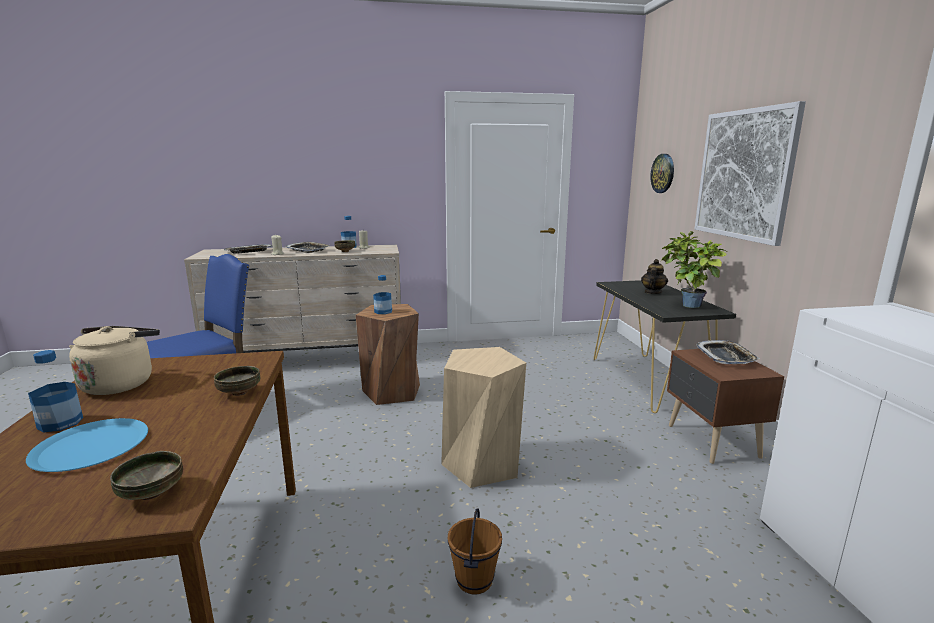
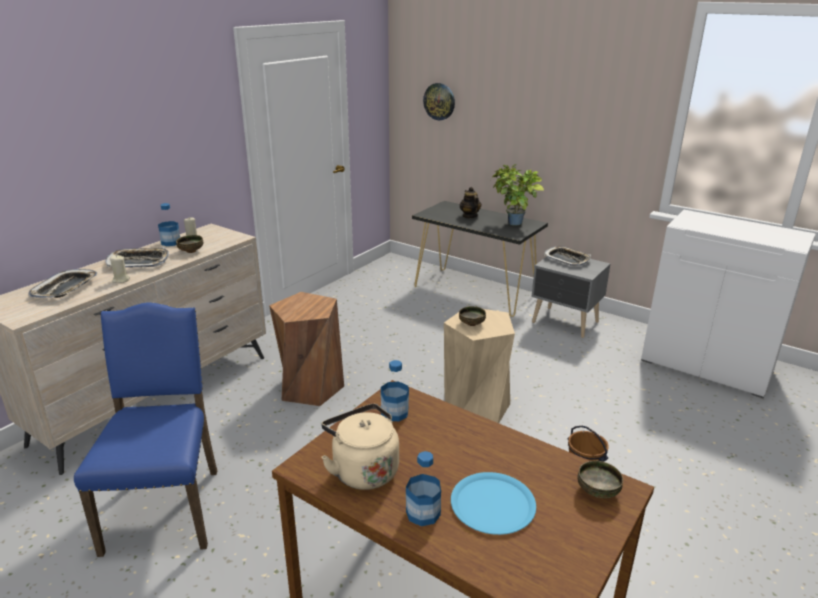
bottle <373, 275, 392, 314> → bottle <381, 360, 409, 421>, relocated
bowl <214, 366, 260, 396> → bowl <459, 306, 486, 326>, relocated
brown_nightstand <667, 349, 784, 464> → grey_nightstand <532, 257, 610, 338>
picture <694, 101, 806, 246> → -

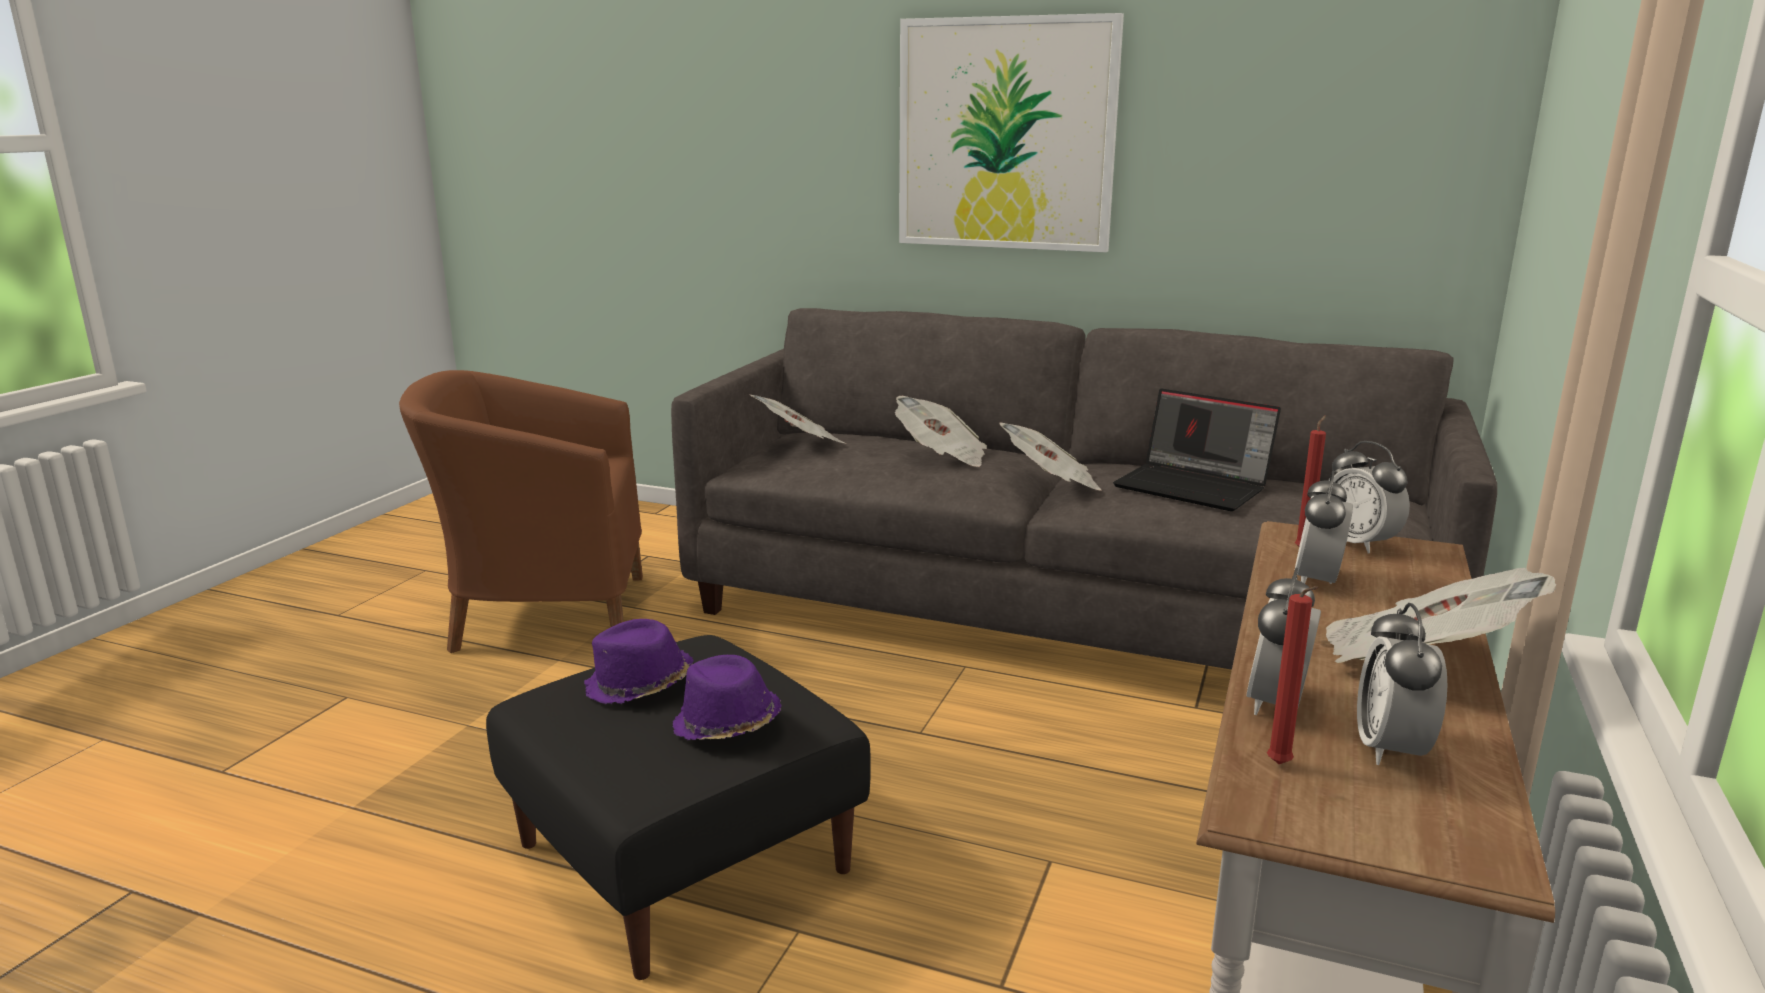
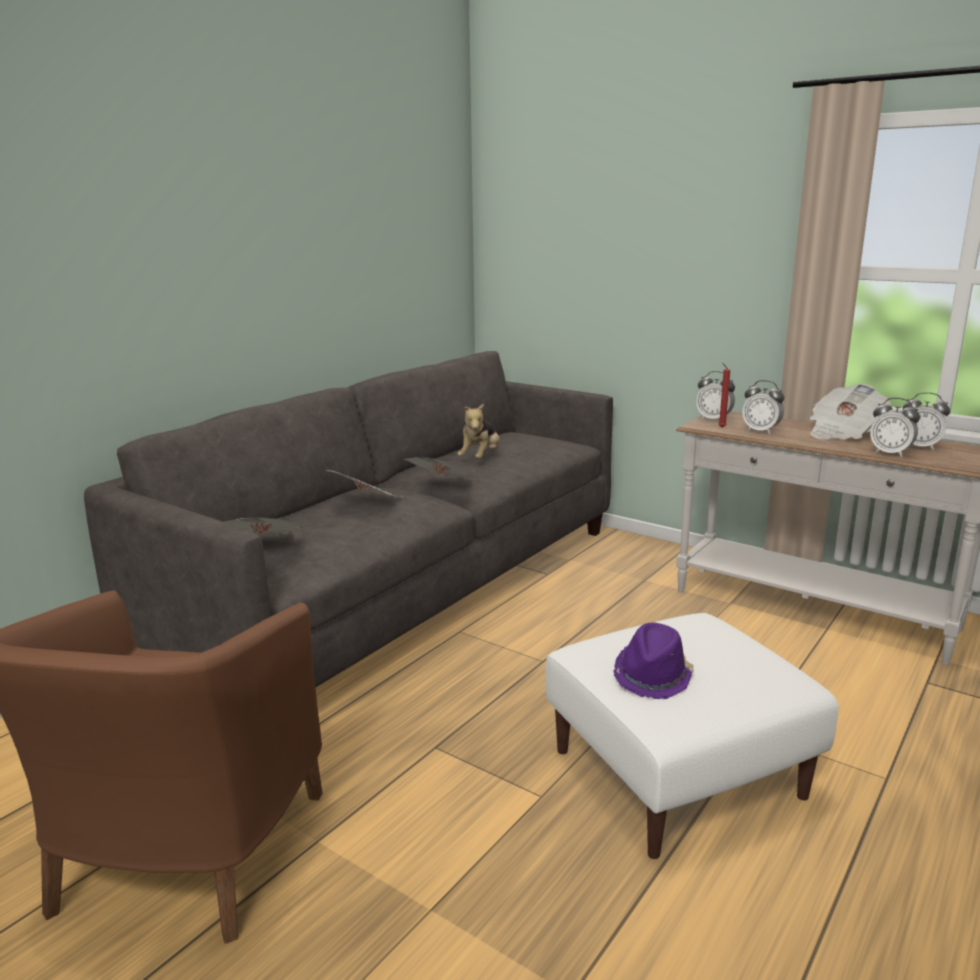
laptop <1113, 389, 1281, 511> → plush_toy <457, 403, 500, 459>
black_ottoman <486, 635, 871, 980> → white_ottoman <545, 613, 839, 859>
alarm_clock <1332, 441, 1410, 553> → alarm_clock <696, 371, 735, 420>, 45 degrees clockwise
purple_hat <672, 655, 781, 740> → -
picture <899, 13, 1124, 252> → -
red_candle <1267, 586, 1318, 764> → -

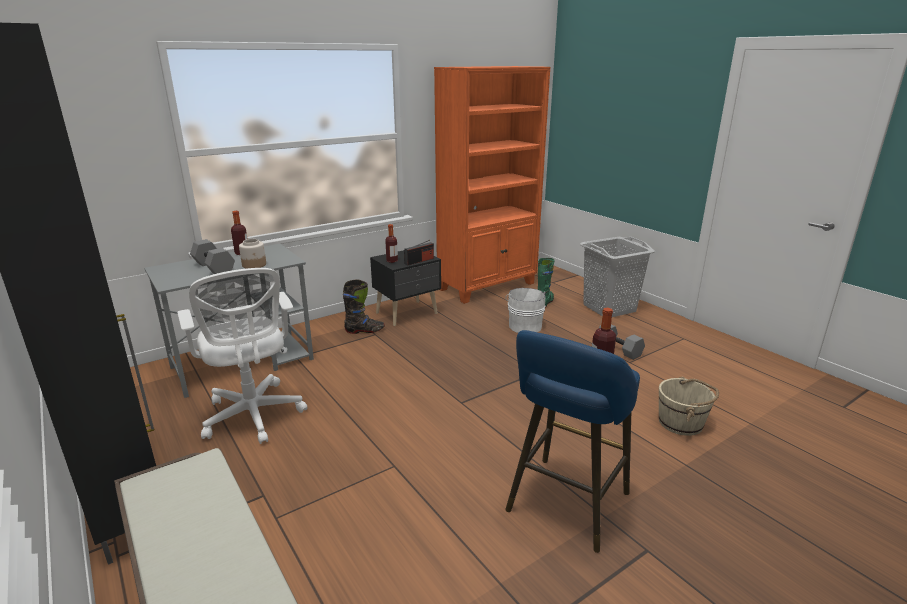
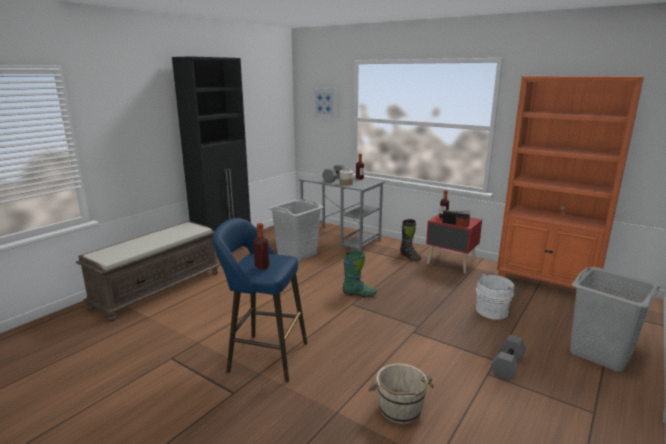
white_office_chair <177, 268, 307, 444> → grey_laundry_basket <268, 199, 324, 262>
- → picture <312, 88, 337, 118>
green_boot <538, 258, 554, 307> → green_boot <343, 250, 377, 297>, relocated
black_nightstand <370, 250, 441, 326> → red_nightstand <426, 214, 482, 273>

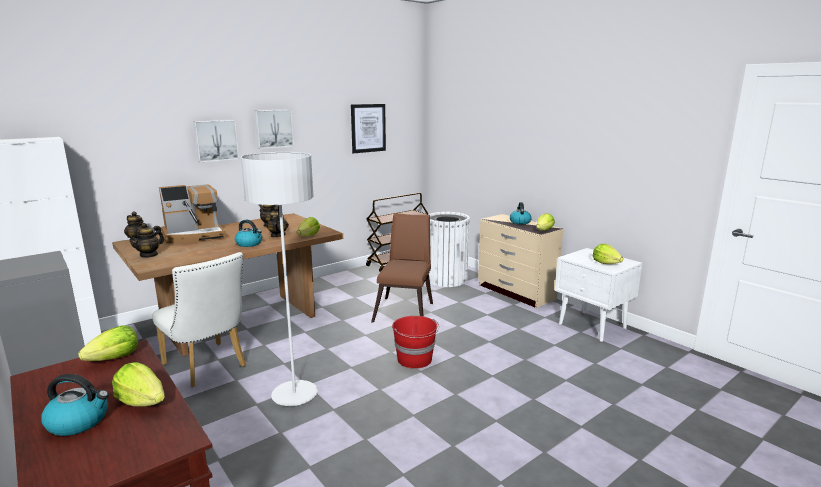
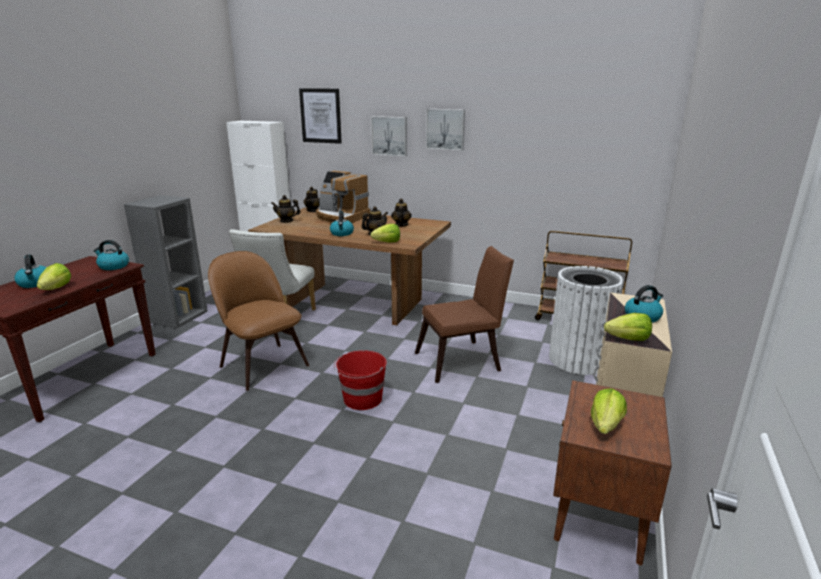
lettuce <78, 325, 138, 361> → kettle <93, 240, 129, 270>
grey_floor_lamp <241, 152, 318, 406> → brown_chair <208, 251, 309, 391>
picture <351, 104, 386, 153> → picture <299, 88, 342, 144>, relocated
white_nightstand <555, 248, 643, 342> → brown_nightstand <553, 380, 672, 565>

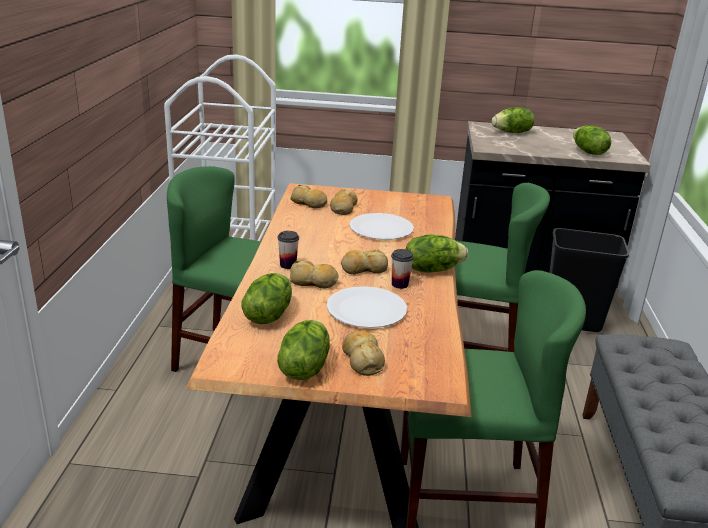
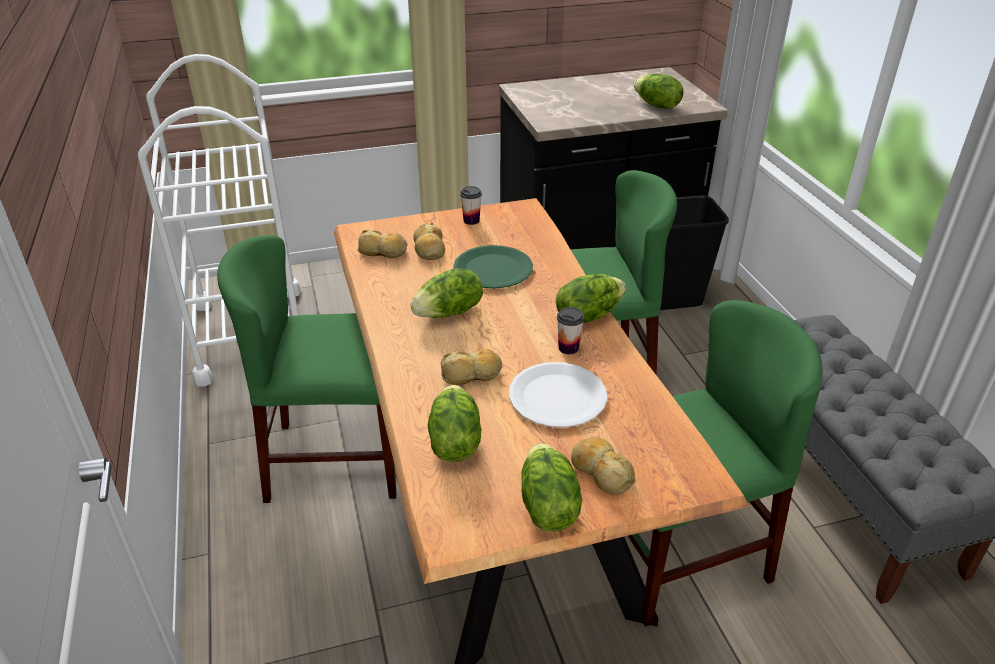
lettuce <491, 107, 534, 133> → lettuce <410, 268, 483, 318>, relocated
white_plate <349, 213, 414, 240> → green_plate <453, 245, 533, 289>
cup <278, 231, 299, 269> → cup <460, 186, 482, 225>, relocated
bread <341, 249, 388, 274> → -

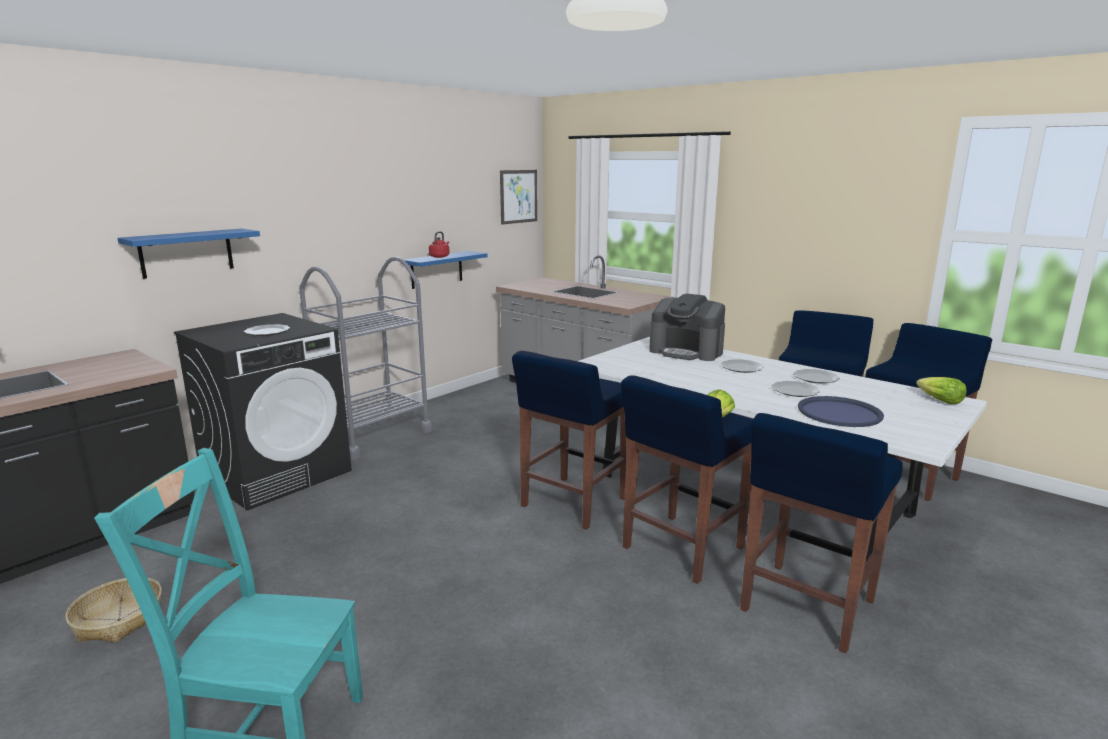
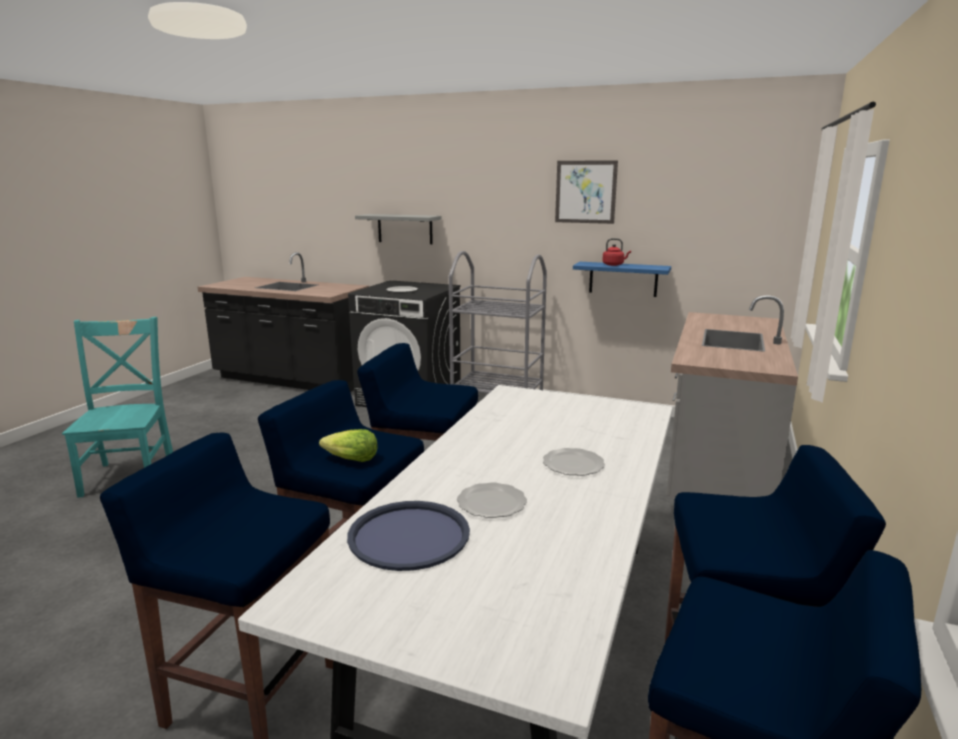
blue_shelf <118, 229, 260, 279> → grey_shelf <355, 214, 442, 244>
picture <500, 170, 537, 225> → picture <555, 160, 618, 224>, relocated
basket <66, 578, 162, 642> → -
coffee_machine <649, 294, 725, 361> → -
plate <793, 369, 840, 384> → -
lettuce <916, 377, 967, 404> → -

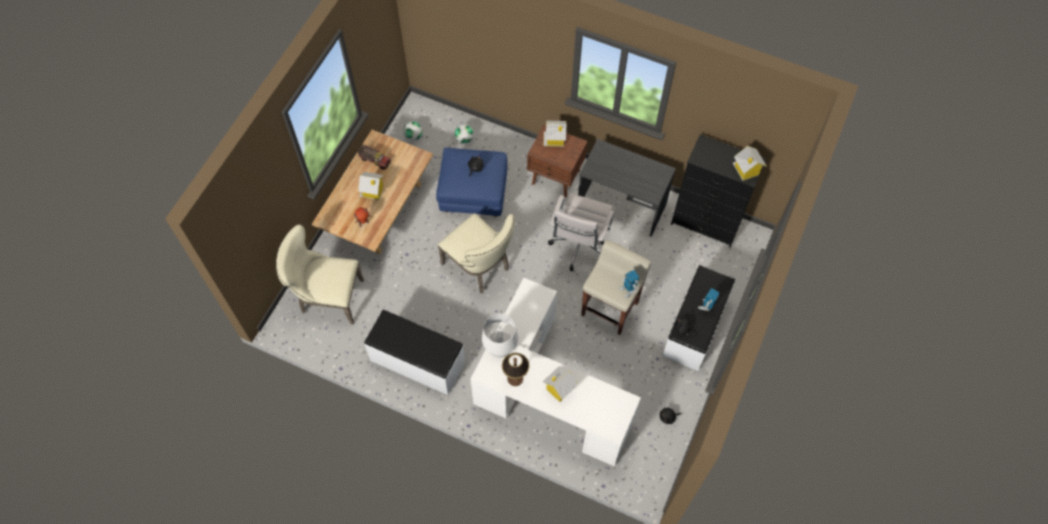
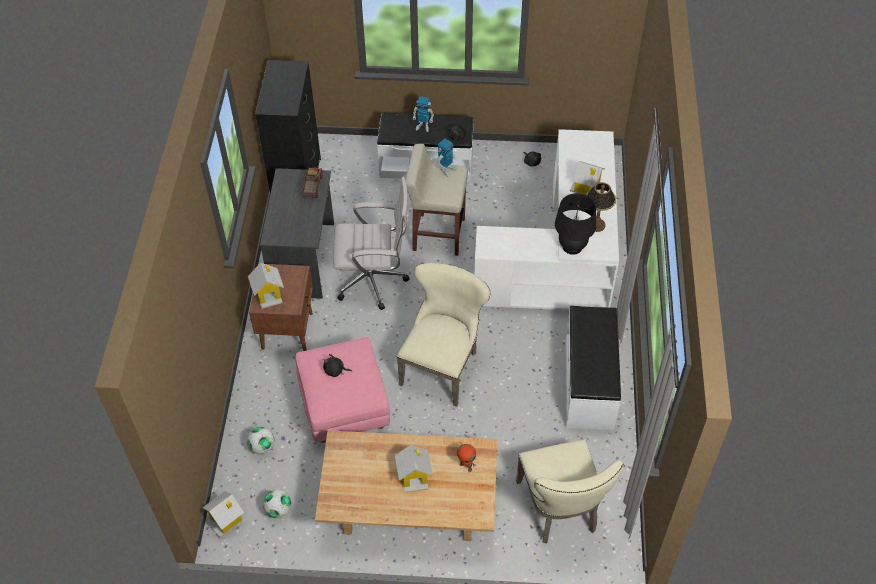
toy_house <733, 146, 766, 181> → toy_house <203, 491, 244, 538>, relocated
blue_ottoman <436, 147, 508, 217> → pink_ottoman <296, 337, 390, 443>
toy_truck <357, 144, 391, 170> → toy_truck <301, 167, 323, 199>, relocated
white_table_lamp <482, 314, 518, 358> → black_table_lamp <555, 193, 596, 255>

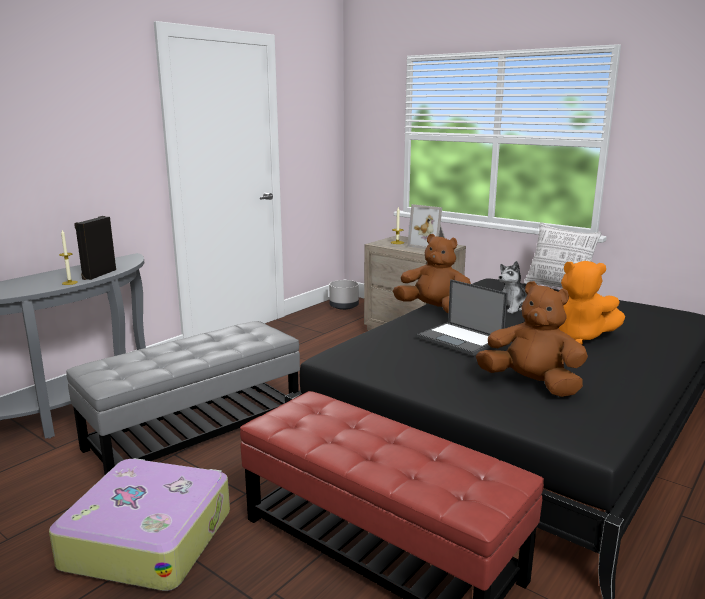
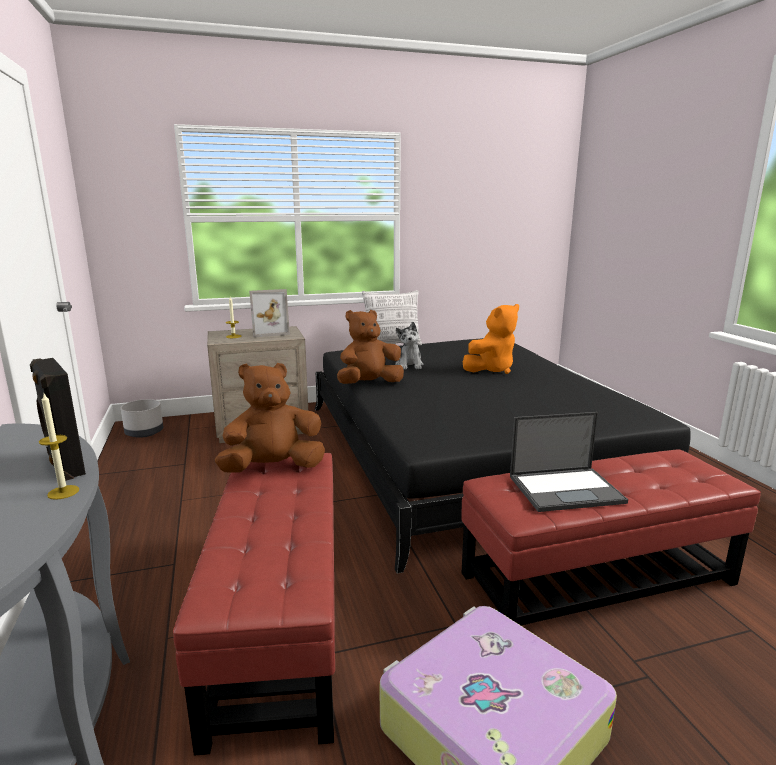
grey_ottoman <66, 321, 300, 475> → red_ottoman <173, 453, 335, 756>
brown_plush_toy <476, 281, 588, 397> → brown_plush_toy <215, 363, 325, 472>, relocated
laptop <417, 279, 507, 356> → laptop <510, 412, 628, 512>, relocated

